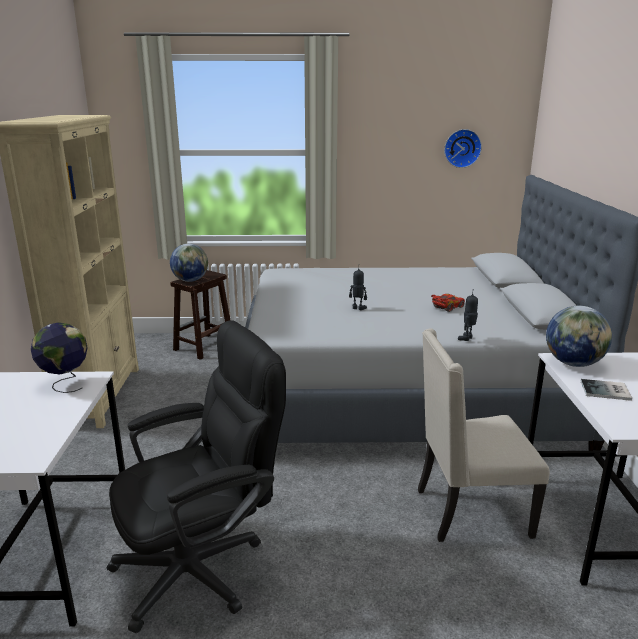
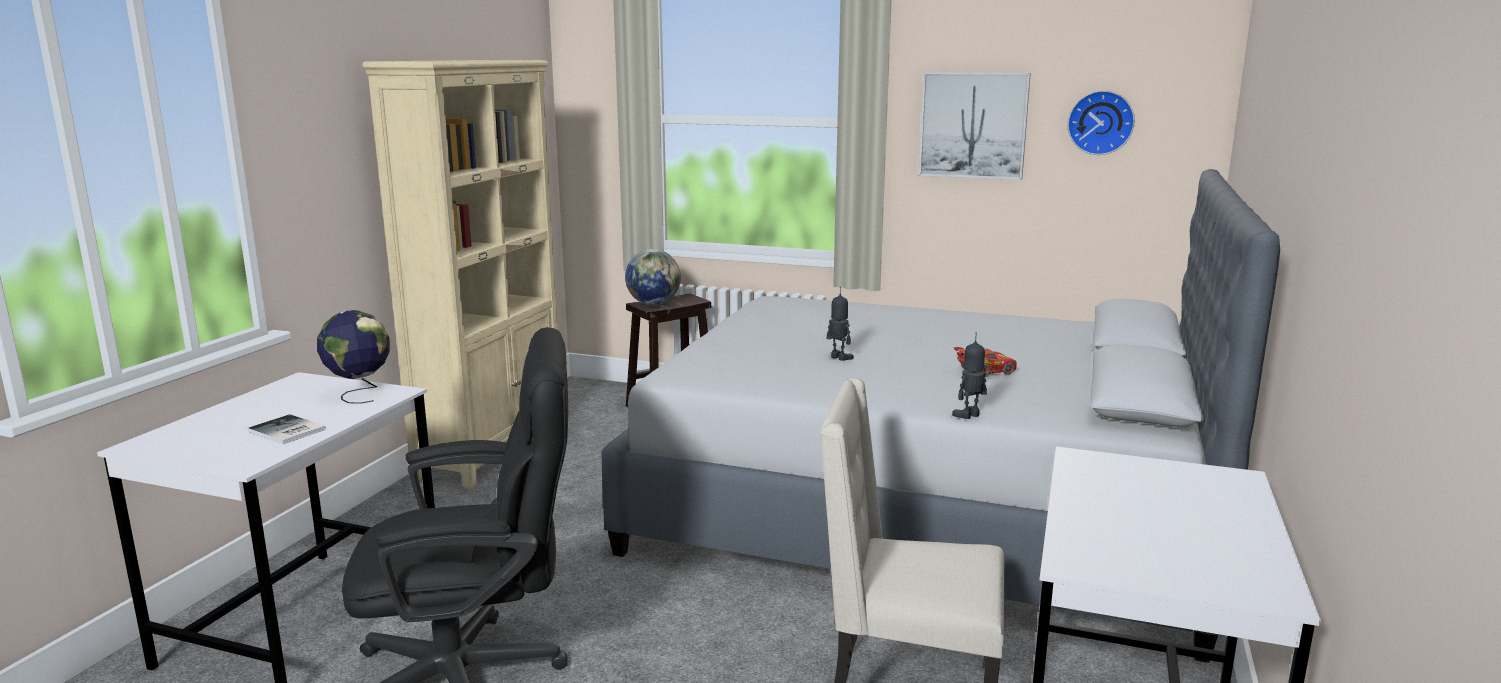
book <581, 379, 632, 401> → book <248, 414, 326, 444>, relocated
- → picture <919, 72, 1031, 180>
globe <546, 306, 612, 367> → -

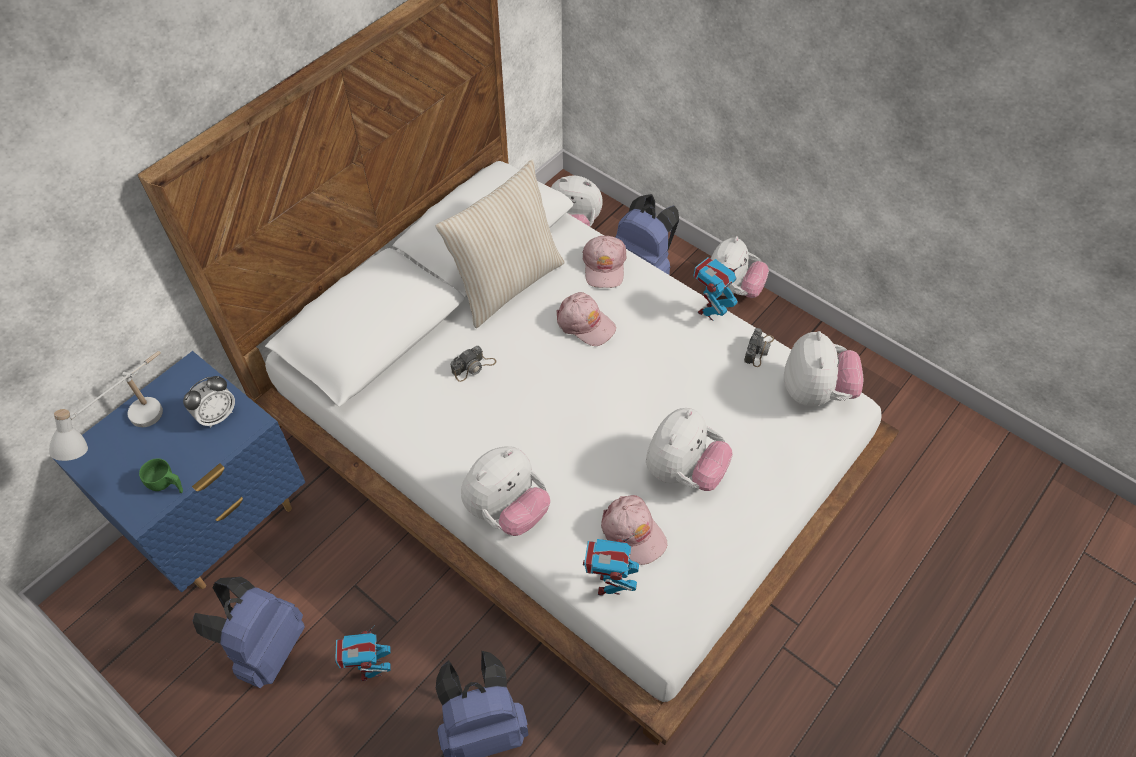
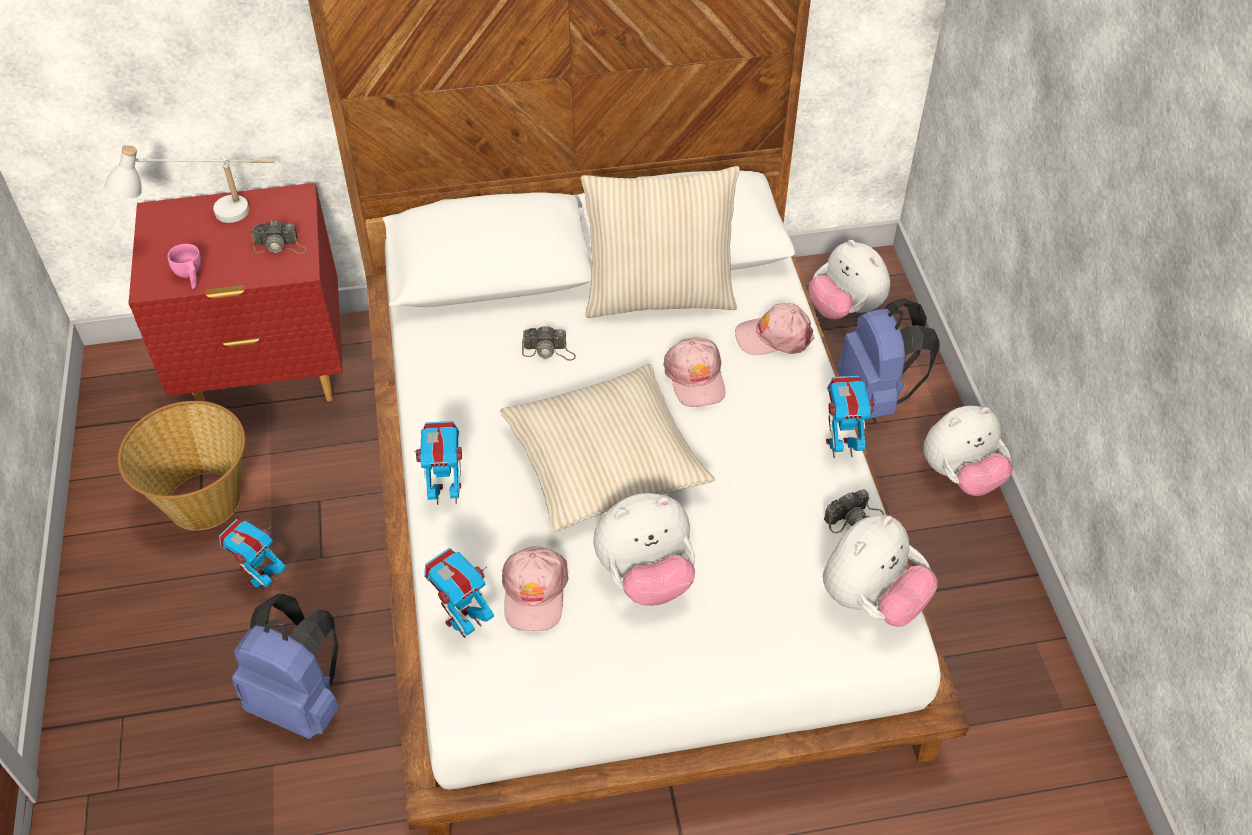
blue_backpack <193, 577, 305, 688> → basket <118, 401, 245, 530>
blue_nightstand <54, 351, 305, 592> → red_nightstand <128, 183, 343, 402>
green_cup <139, 458, 183, 493> → pink_cup <168, 244, 201, 289>
alarm_clock <183, 376, 235, 428> → photo_camera <252, 220, 307, 254>
plush_toy <461, 446, 550, 536> → toy_robot <414, 421, 462, 505>
- → beige_pillow <500, 364, 715, 532>
pink_cap <583, 236, 627, 288> → pink_cap <735, 303, 815, 355>, 45 degrees clockwise

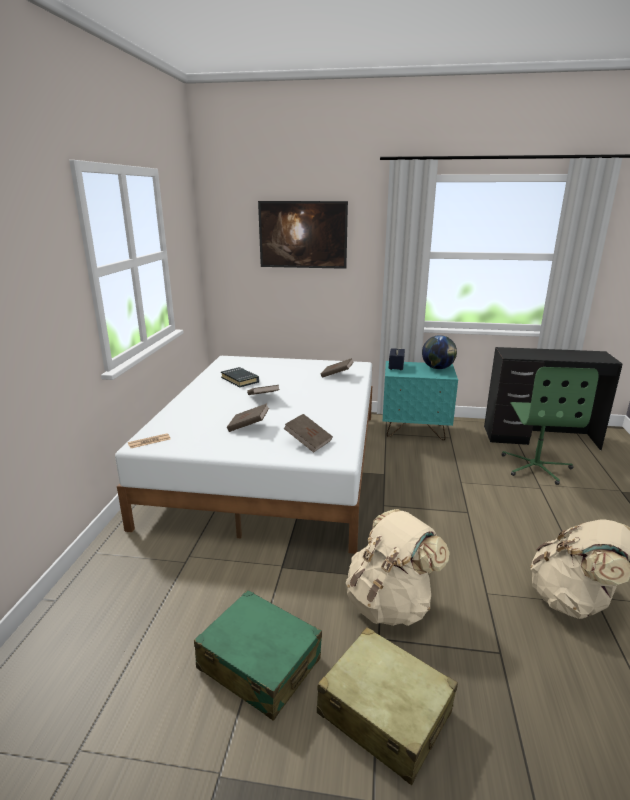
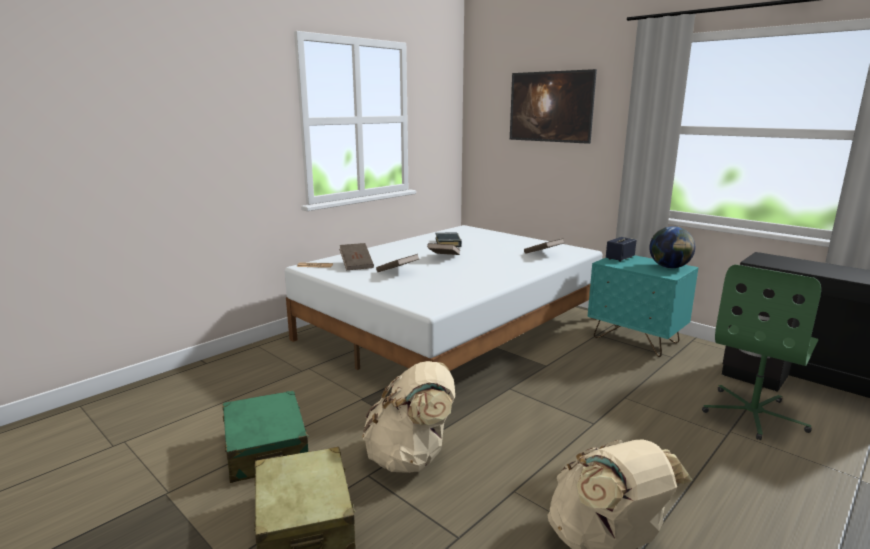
brown_book <283, 414, 333, 453> → brown_book <339, 243, 374, 270>, relocated

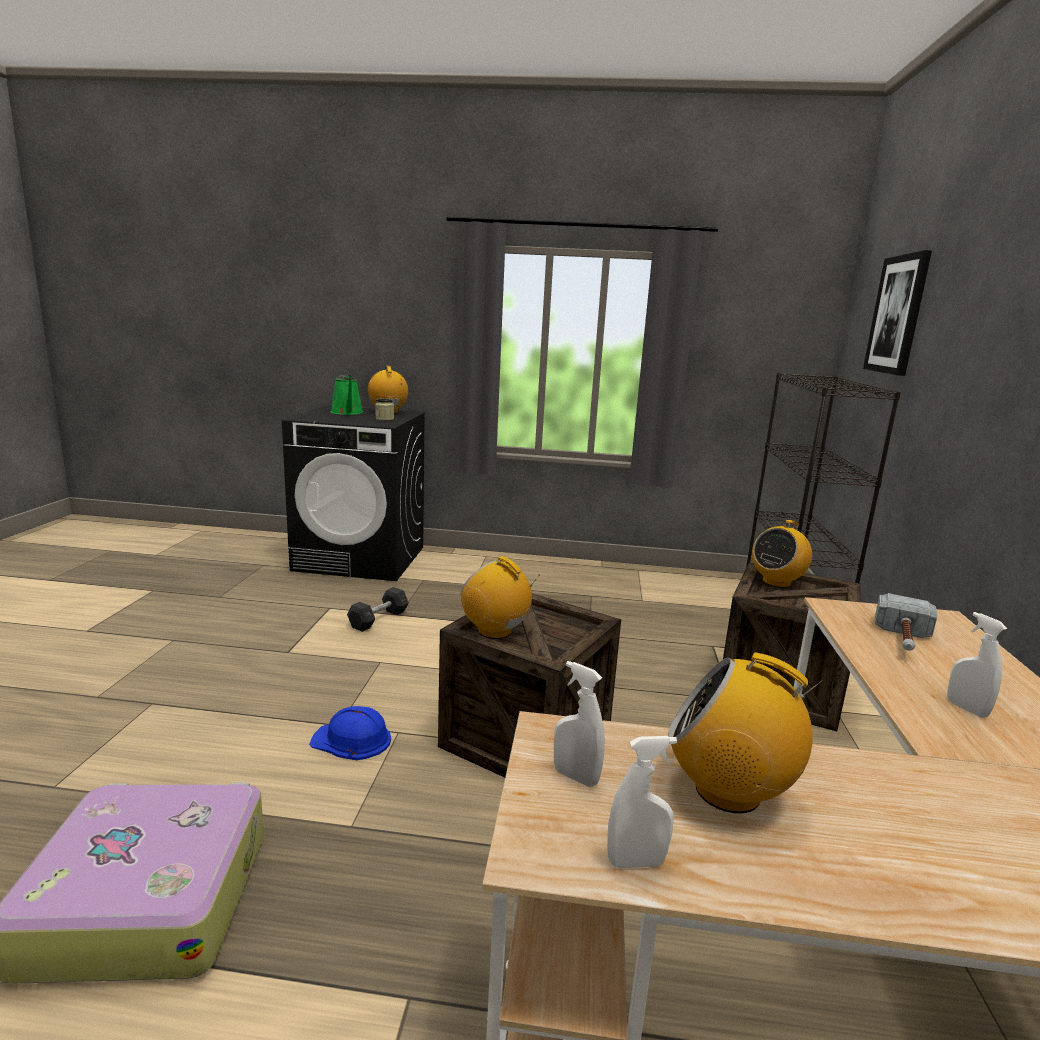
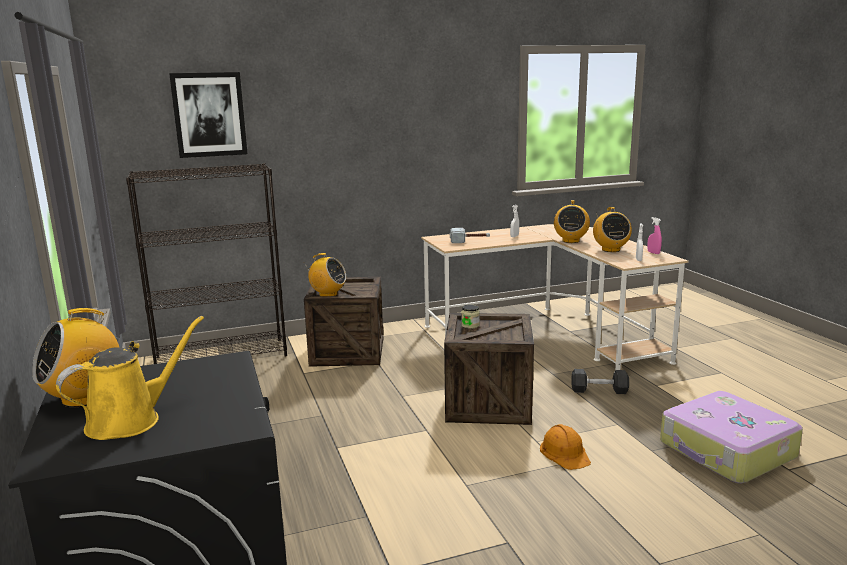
green_watering_can <331, 375, 364, 415> → yellow_watering_can <56, 316, 204, 440>
jar <375, 399, 394, 420> → jar <461, 304, 480, 329>, relocated
blue_hard_hat <309, 706, 391, 760> → orange_hard_hat <540, 424, 591, 470>
radio <461, 556, 540, 639> → radio <554, 200, 590, 243>, relocated
grey_dumbbell <347, 587, 409, 632> → grey_dumbbell <571, 369, 629, 394>, relocated
white_spray_bottle <607, 736, 677, 868> → pink_spray_bottle <648, 217, 662, 254>

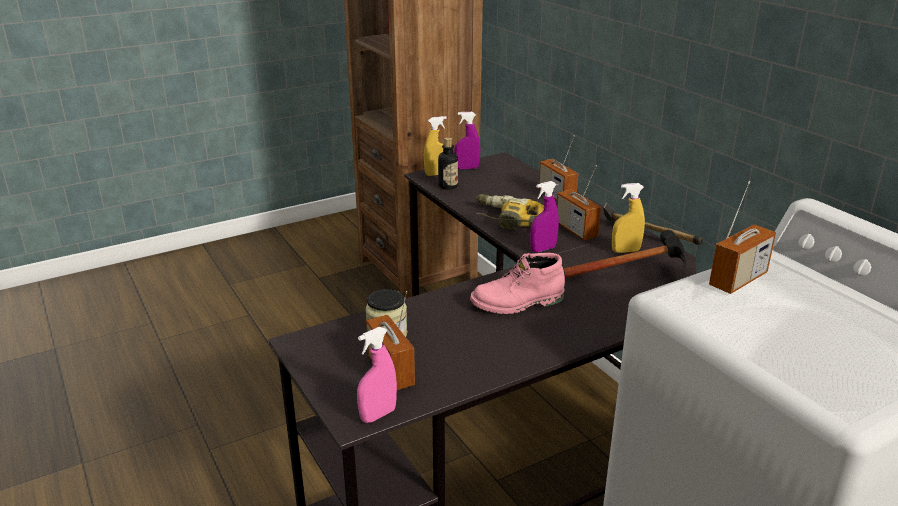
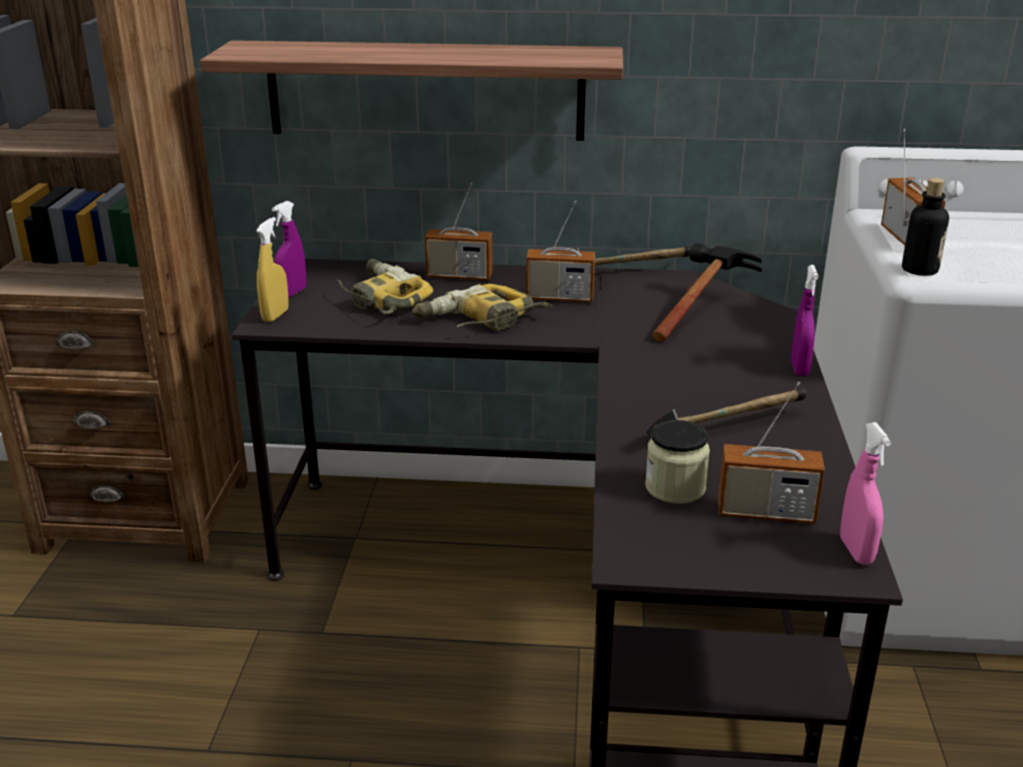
- → shelf <200, 40, 623, 141>
- → power_drill <337, 259, 433, 314>
- → hammer <646, 387, 807, 441>
purple_spray_bottle <530, 181, 559, 252> → purple_spray_bottle <791, 265, 819, 376>, relocated
bottle <438, 137, 458, 190> → bottle <902, 178, 949, 276>, relocated
pink_boot <470, 253, 565, 314> → -
yellow_spray_bottle <612, 183, 645, 253> → -

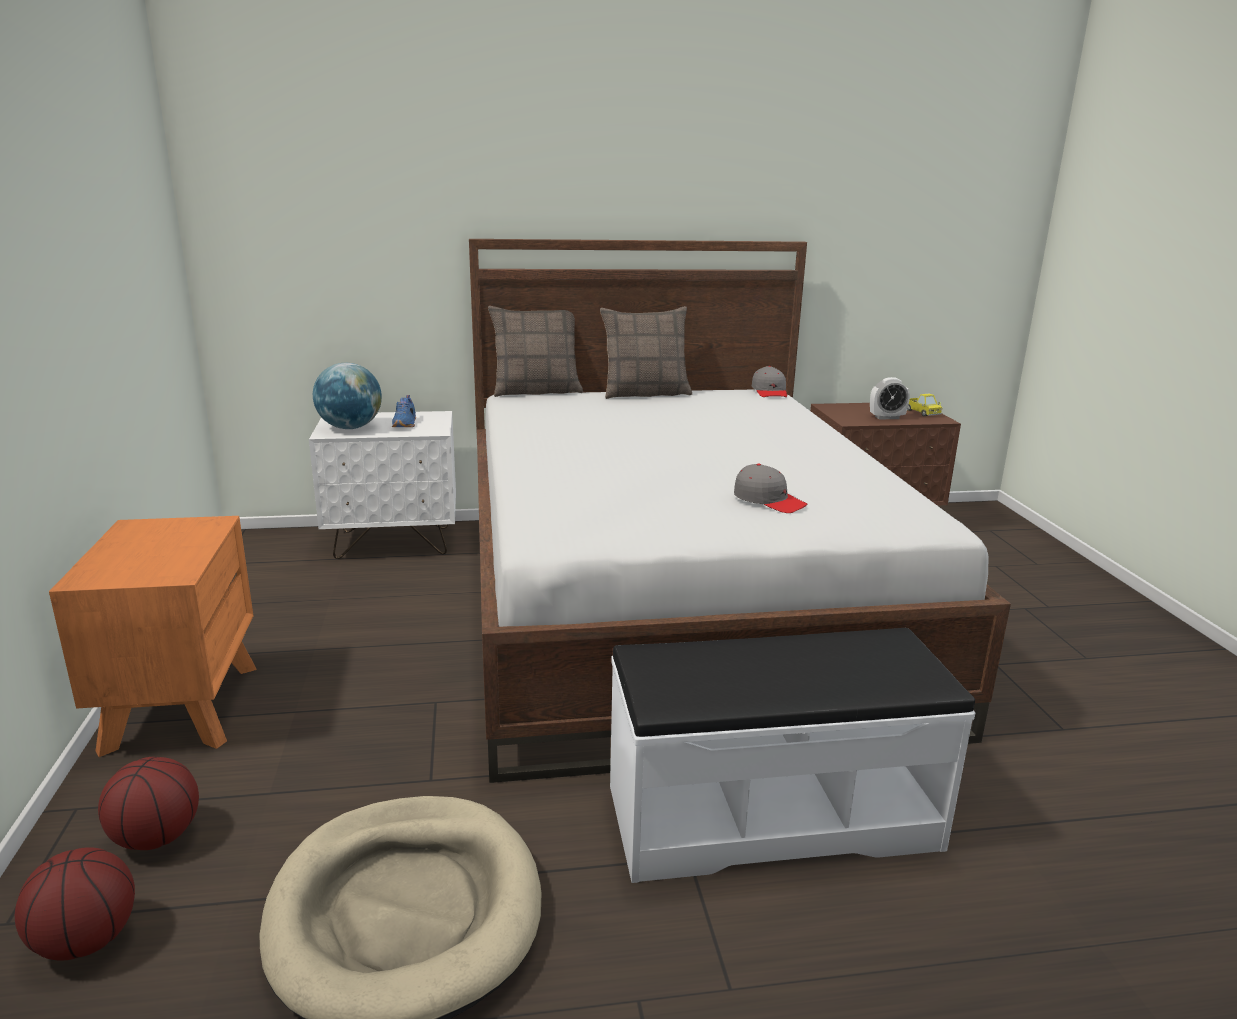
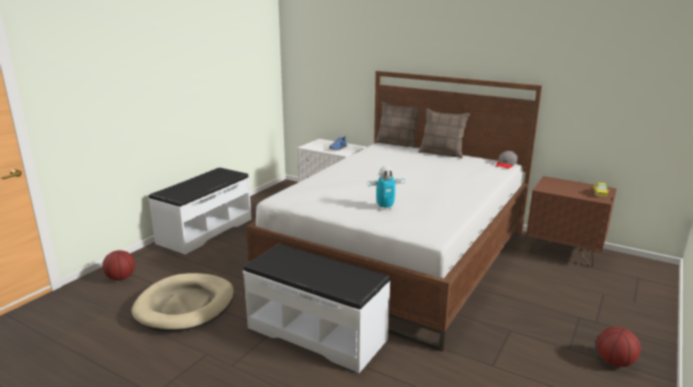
orange_nightstand <49, 516, 257, 757> → white_bench <148, 168, 252, 255>
grey_cap <734, 464, 807, 513> → toy_robot <368, 166, 405, 210>
basketball <98, 757, 199, 850> → basketball <597, 327, 641, 367>, relocated
globe <313, 363, 382, 429> → -
alarm_clock <870, 377, 910, 419> → -

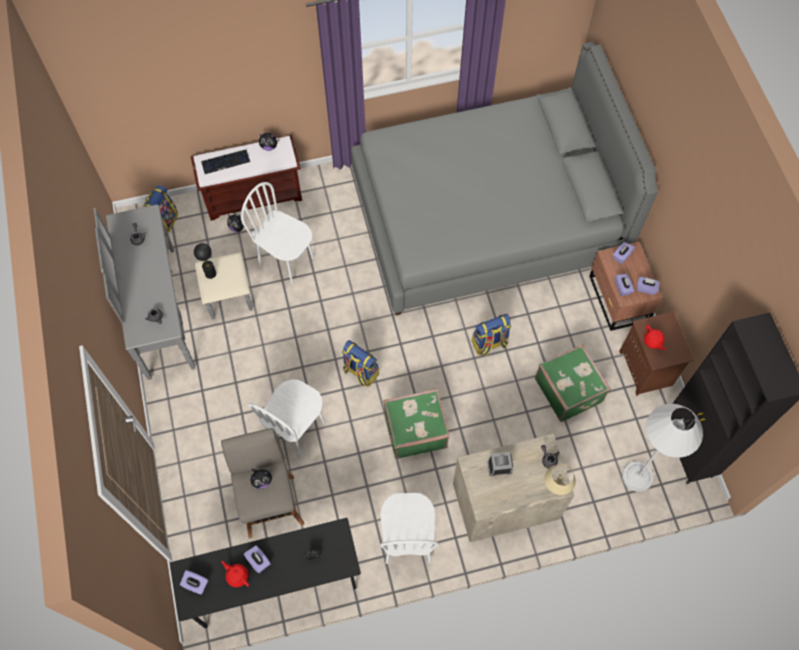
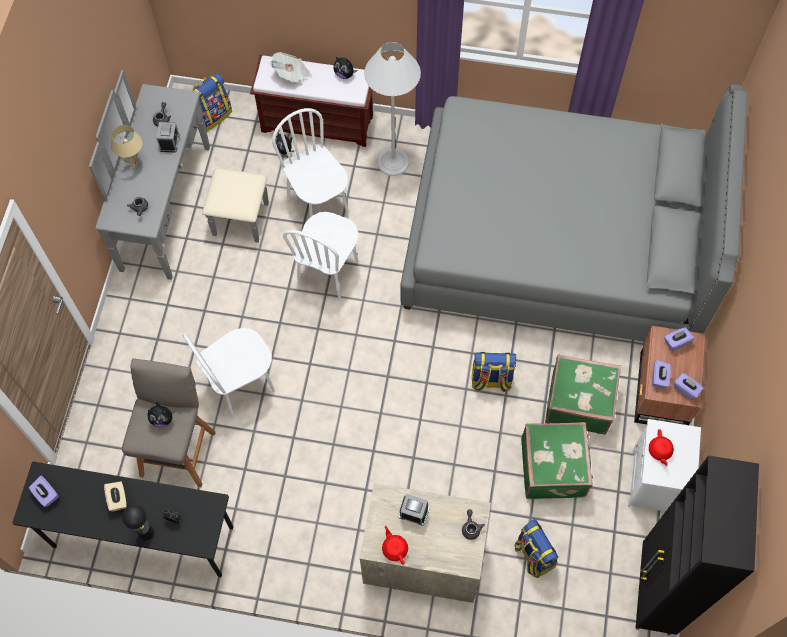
purple_tissue_box <243, 545, 271, 573> → beige_tissue_box <104, 481, 127, 512>
beige_table_lamp <544, 464, 576, 495> → beige_table_lamp <111, 125, 142, 166>, relocated
black_table_lamp <194, 243, 216, 279> → black_table_lamp <122, 505, 154, 540>, relocated
- → alarm_clock <156, 122, 179, 152>
keyboard <201, 150, 250, 174> → newspaper <269, 52, 312, 83>
white_chair <380, 493, 439, 564> → white_chair <283, 212, 358, 301>, relocated
white_floor_lamp <622, 404, 703, 492> → white_floor_lamp <364, 42, 421, 176>, relocated
red_teapot <221, 561, 249, 587> → red_teapot <382, 526, 408, 565>, relocated
backpack <342, 340, 379, 387> → backpack <515, 519, 558, 578>, relocated
green_suitcase <383, 389, 450, 459> → green_suitcase <545, 354, 621, 435>, relocated
brown_nightstand <619, 312, 694, 396> → white_nightstand <628, 419, 701, 512>

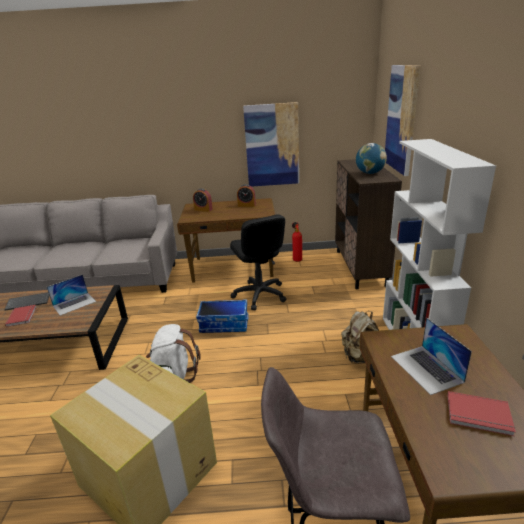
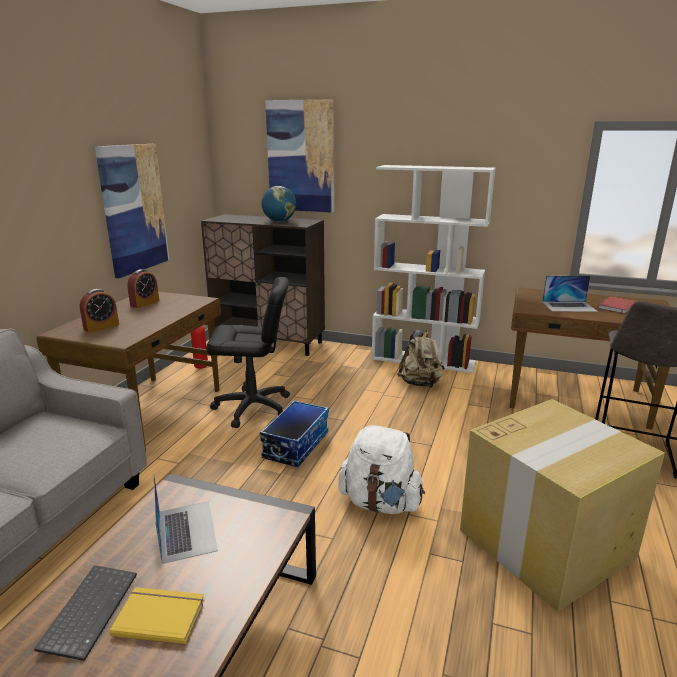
red_book <5, 305, 36, 327> → yellow_book <110, 587, 204, 645>

